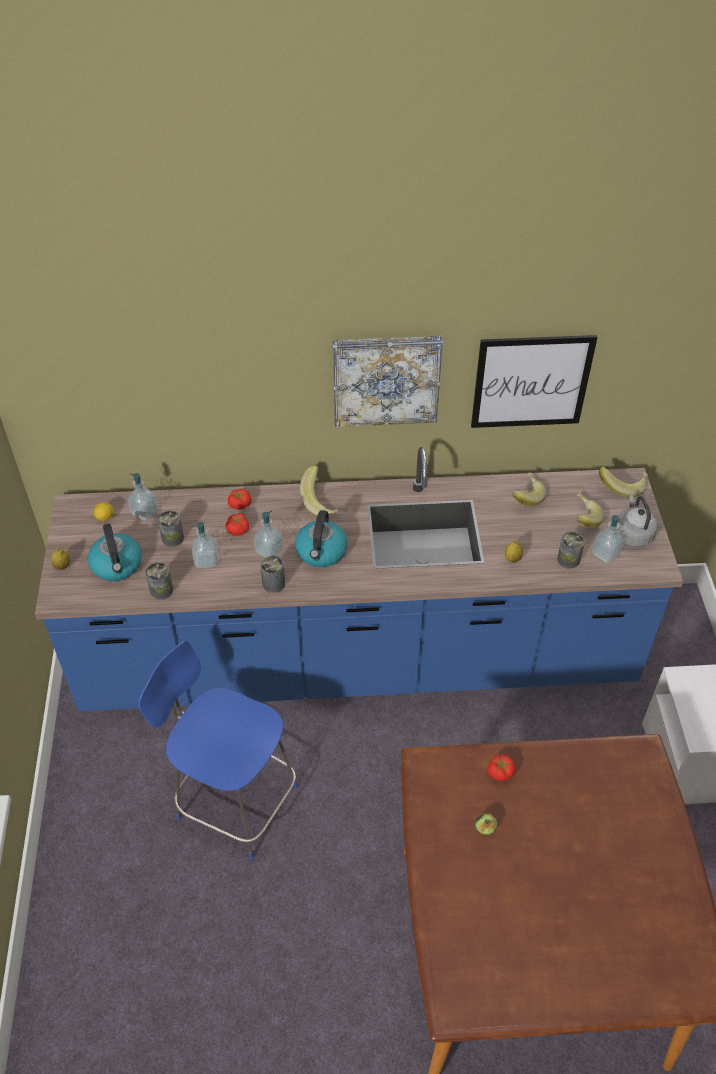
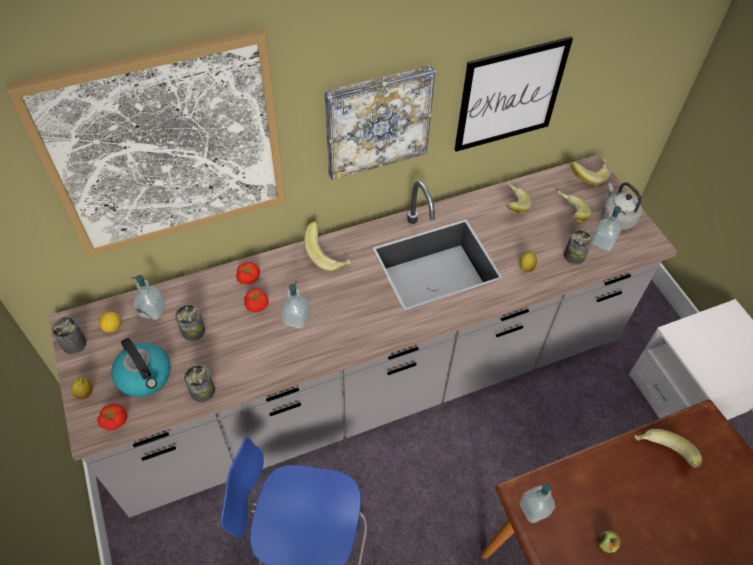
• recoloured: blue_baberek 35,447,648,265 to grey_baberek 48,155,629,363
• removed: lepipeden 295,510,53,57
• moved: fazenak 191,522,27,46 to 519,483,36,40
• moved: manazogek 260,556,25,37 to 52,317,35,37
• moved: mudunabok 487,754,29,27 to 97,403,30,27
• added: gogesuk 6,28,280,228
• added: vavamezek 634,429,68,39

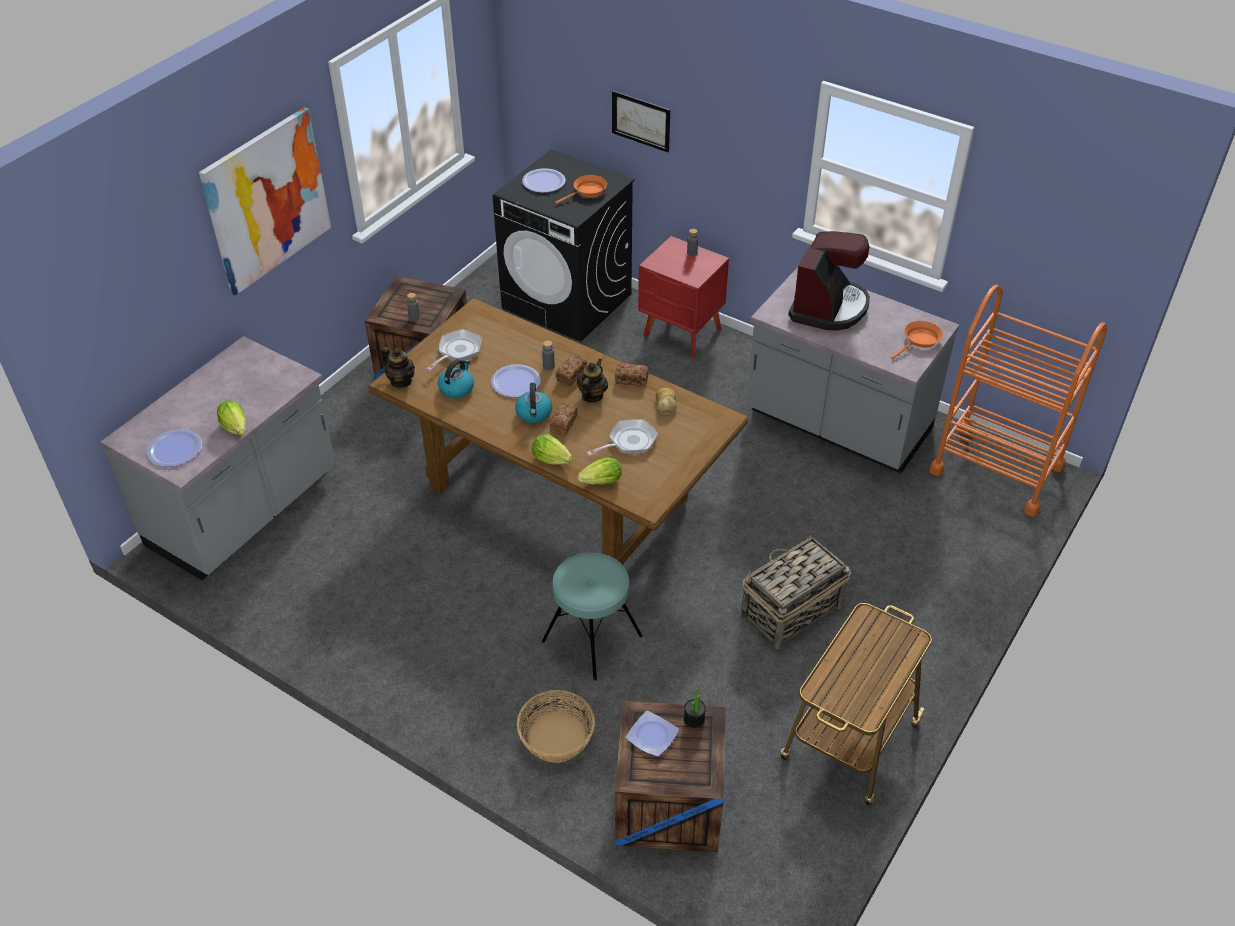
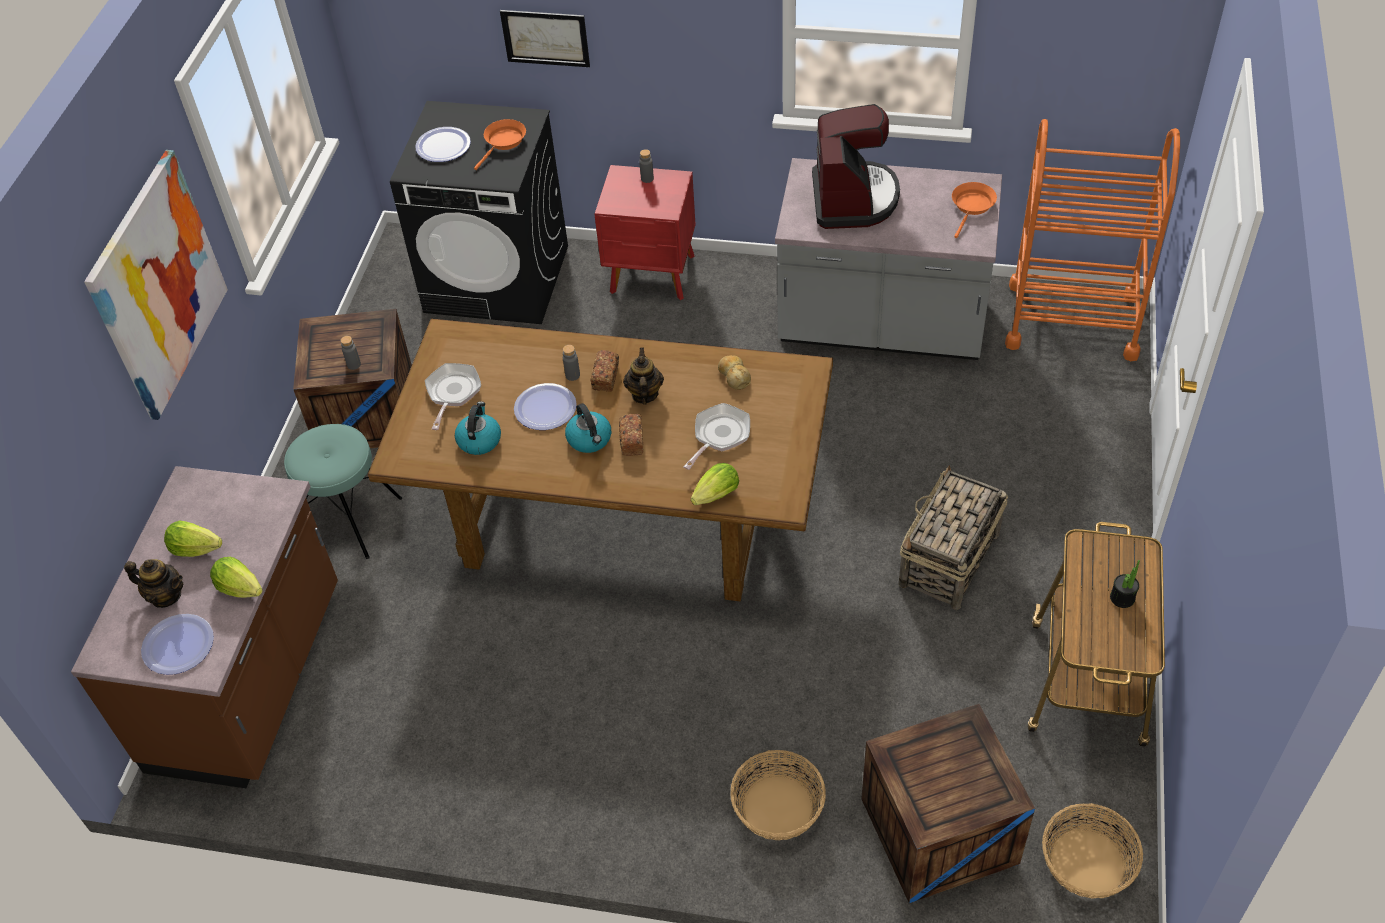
• recoloured: grey_baberek 100,336,236,244 to brown_baberek 71,466,267,322
• moved: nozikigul 381,347,34,41 to 124,559,59,49
• removed: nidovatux 615,363,34,24
• moved: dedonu 532,434,41,31 to 164,520,58,37
• moved: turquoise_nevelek 541,553,102,128 to 284,424,118,135
• moved: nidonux 684,688,22,40 to 1110,560,30,48
• removed: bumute 626,711,53,46
• added: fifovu 1042,803,101,96

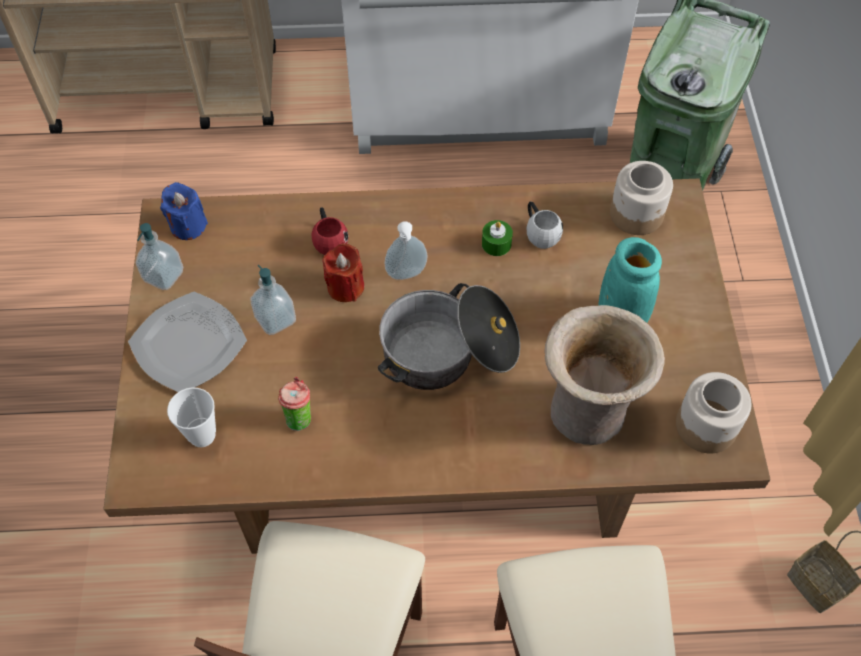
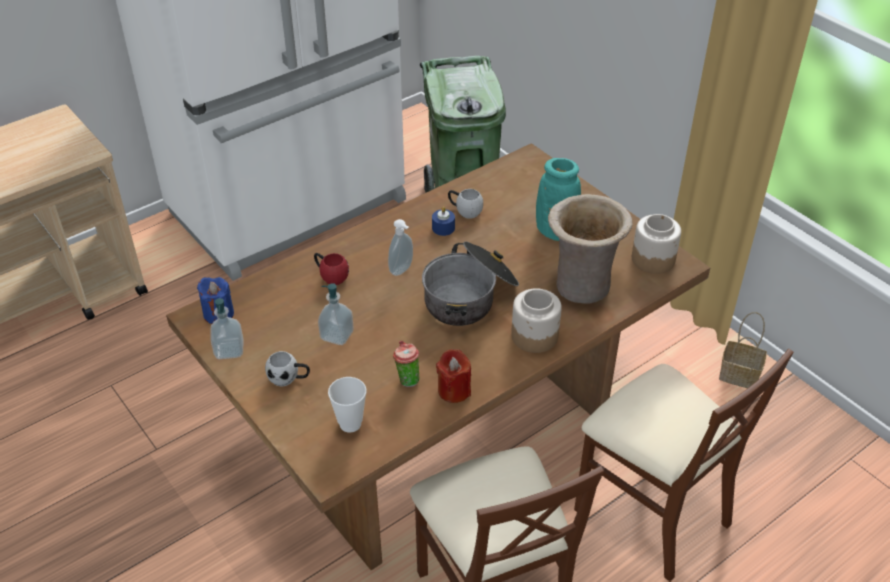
• moved: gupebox 610,161,63,74 to 511,288,51,65
• recoloured: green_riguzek 482,220,31,36 to blue_riguzek 432,207,23,29
• moved: red_riguzek 323,243,41,59 to 436,349,35,54
• replaced: bumute 128,292,119,100 to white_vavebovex 265,351,45,35

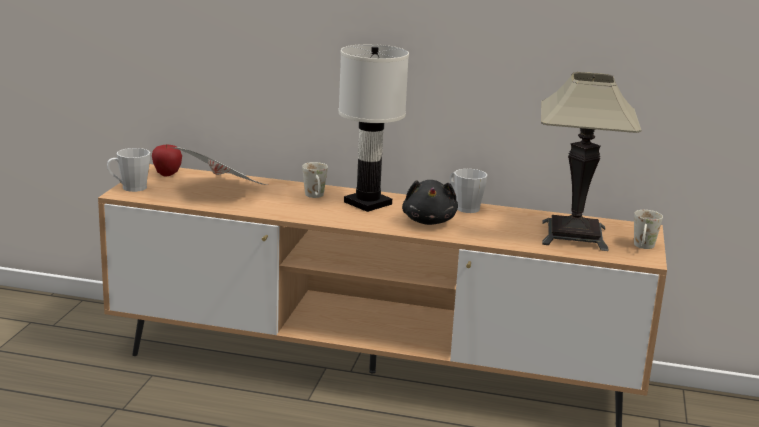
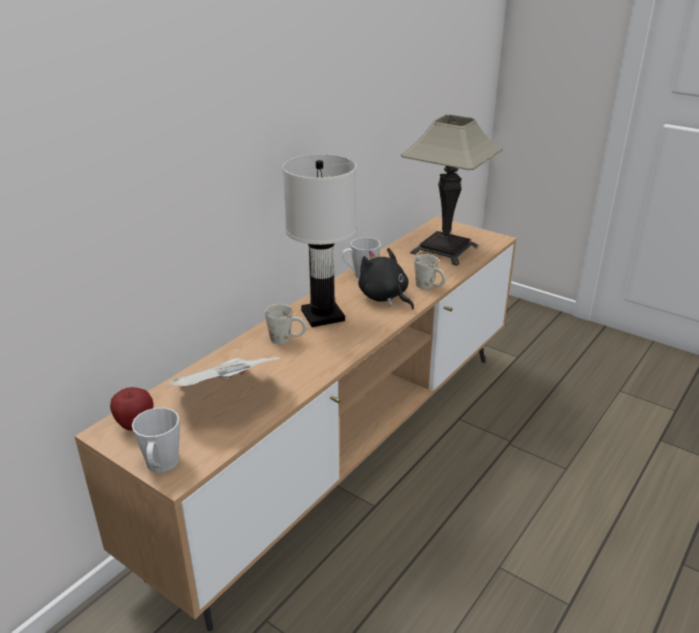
• turned: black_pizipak 402,180,56,45 = 358,248,56,61 150 degrees counterclockwise
• moved: white_vavebovex 634,210,29,39 to 414,254,31,35

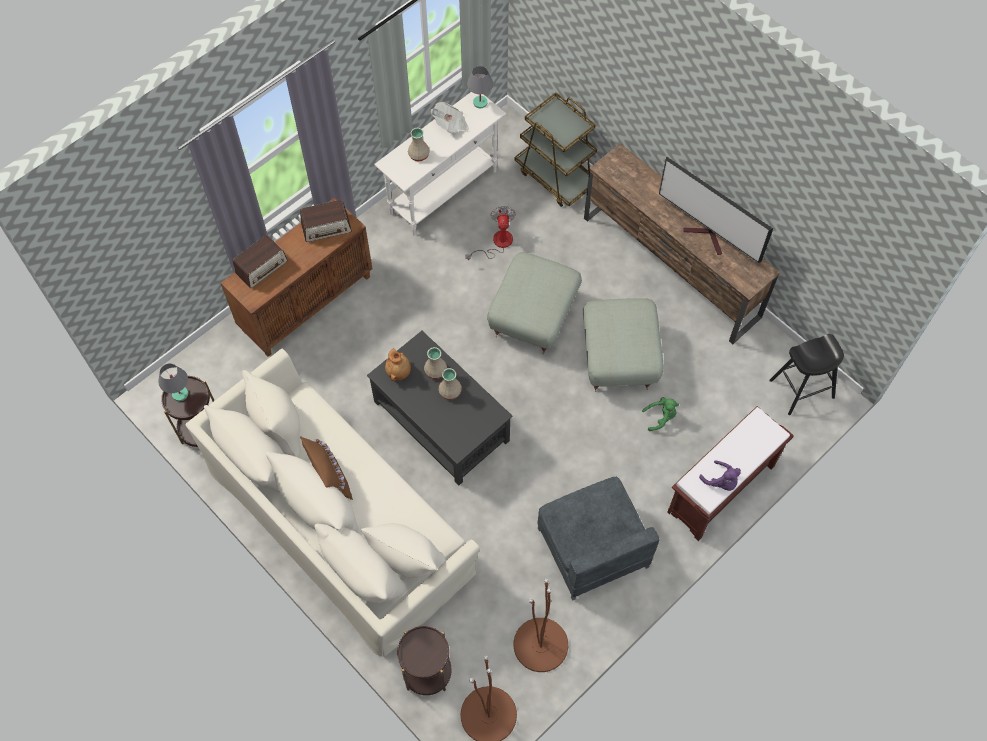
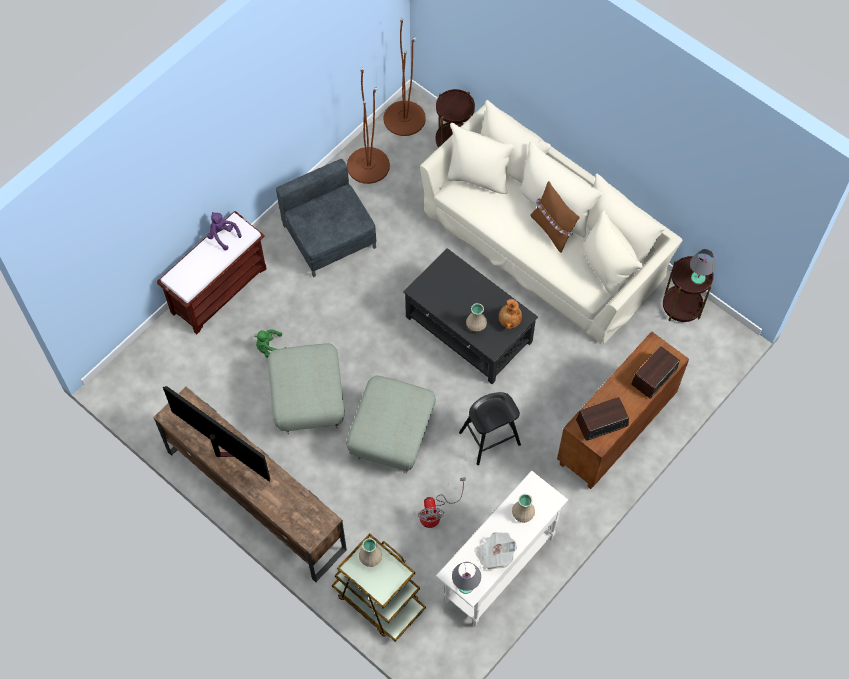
• moved: black_nevelek 769,334,75,81 to 459,392,62,73
• moved: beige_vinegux 439,368,23,32 to 359,538,23,29

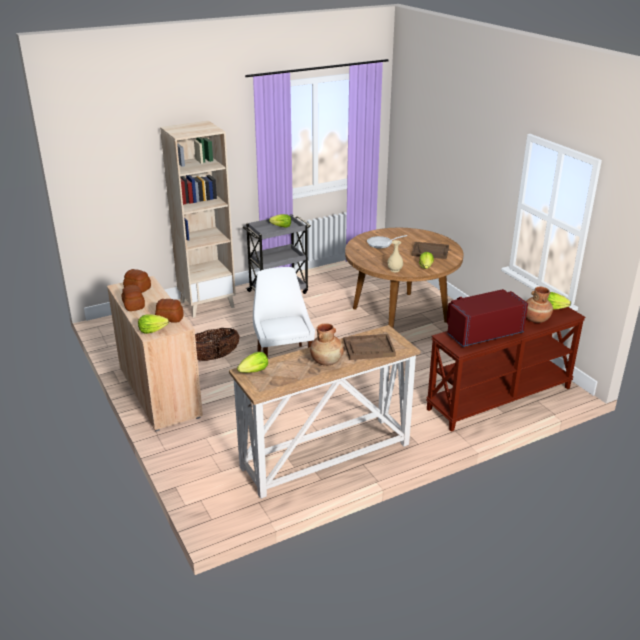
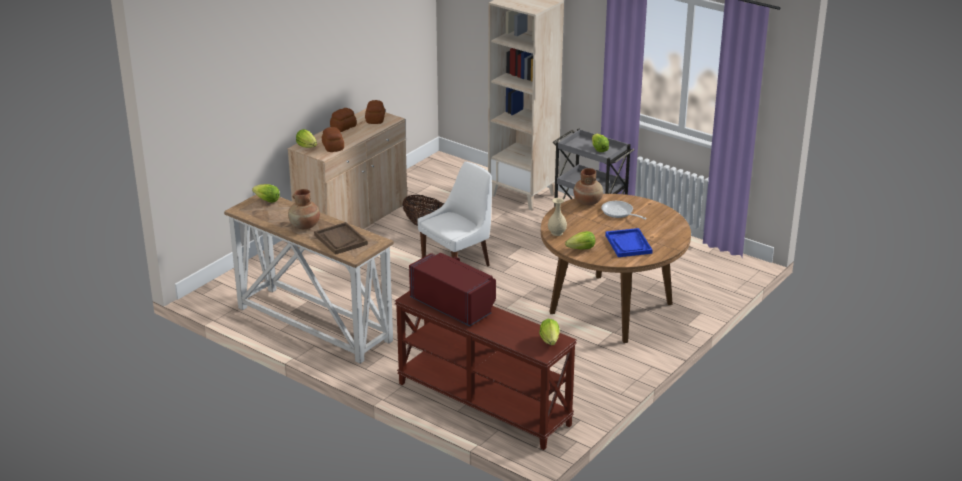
• recoloured: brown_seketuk 411,242,38,17 to blue_seketuk 605,228,47,29
• moved: brown_vinegux 526,286,27,37 to 573,168,30,37

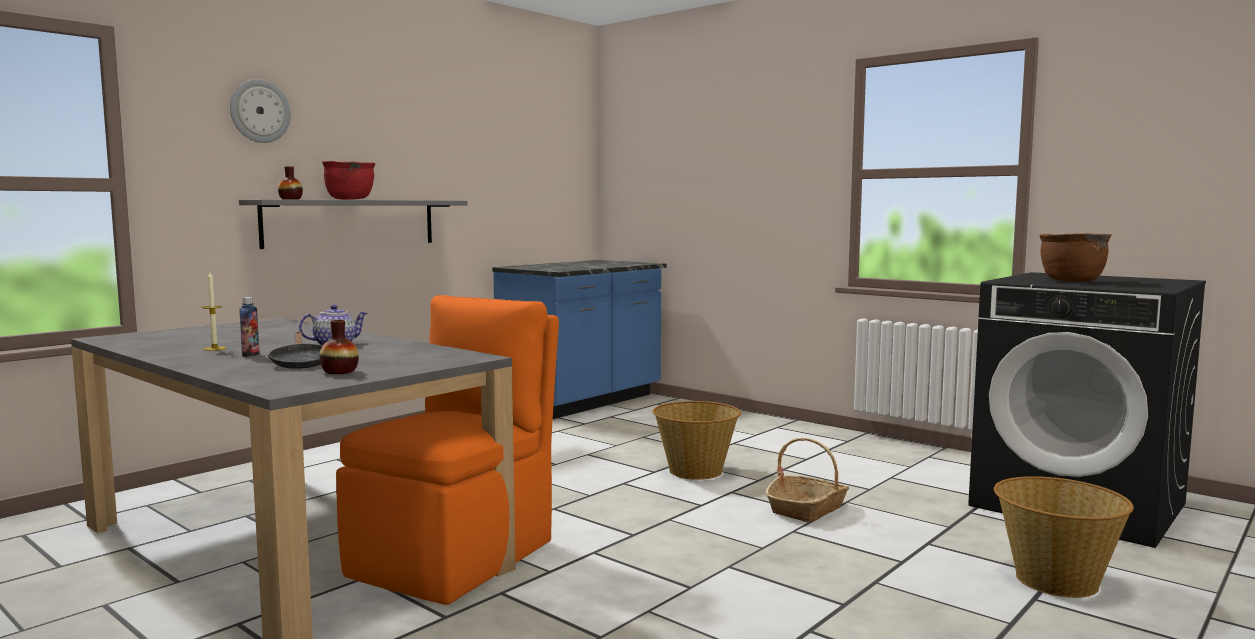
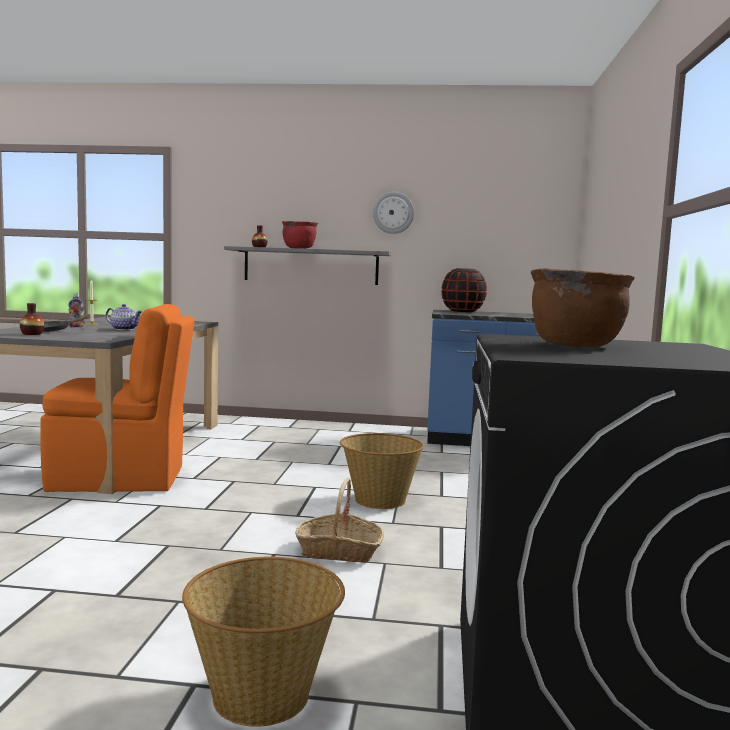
• moved: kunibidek 230,79,61,64 to 373,192,41,42
• added: black_vinegux 441,268,46,44

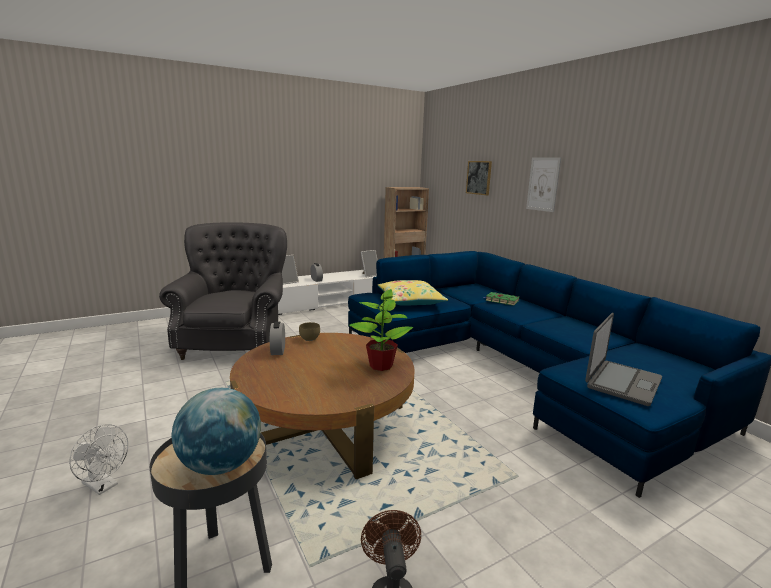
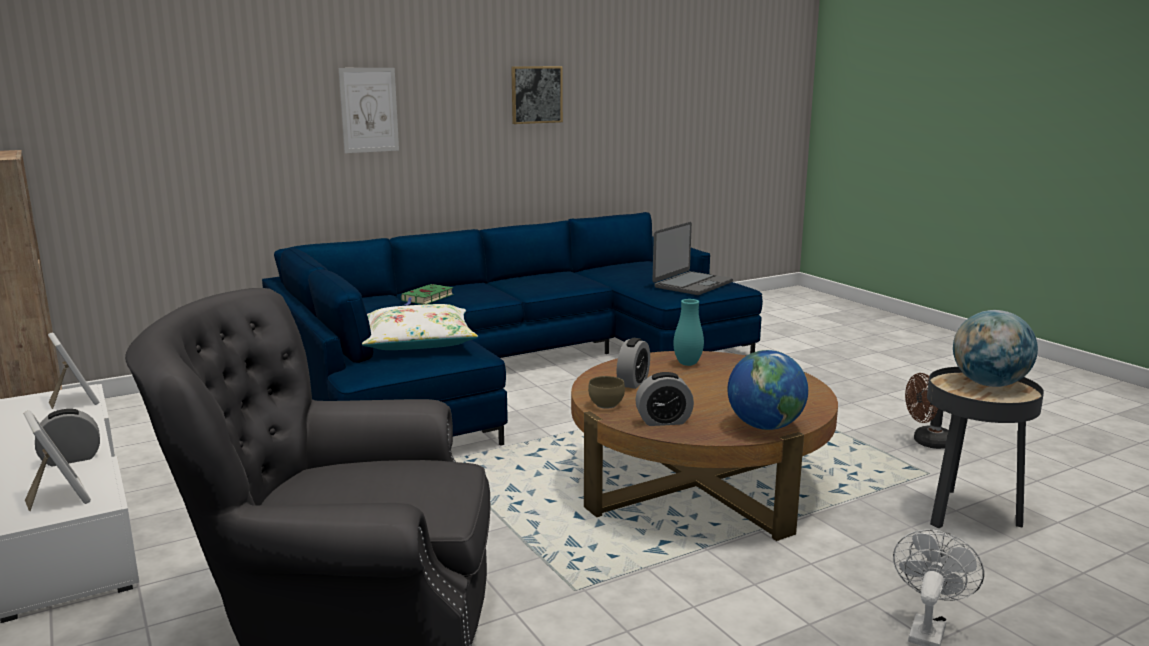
• moved: gogesuk 466,161,26,34 to 511,66,52,58
• recoloured: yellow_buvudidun 378,280,70,26 to white_buvudidun 362,304,116,46
• replaced: nidonux 349,288,64,83 to turquoise_vinegux 673,299,31,67
• turned: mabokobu 585,313,77,93 = 653,222,80,73 90 degrees clockwise
• added: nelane 617,338,33,51
• added: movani 728,350,80,80

